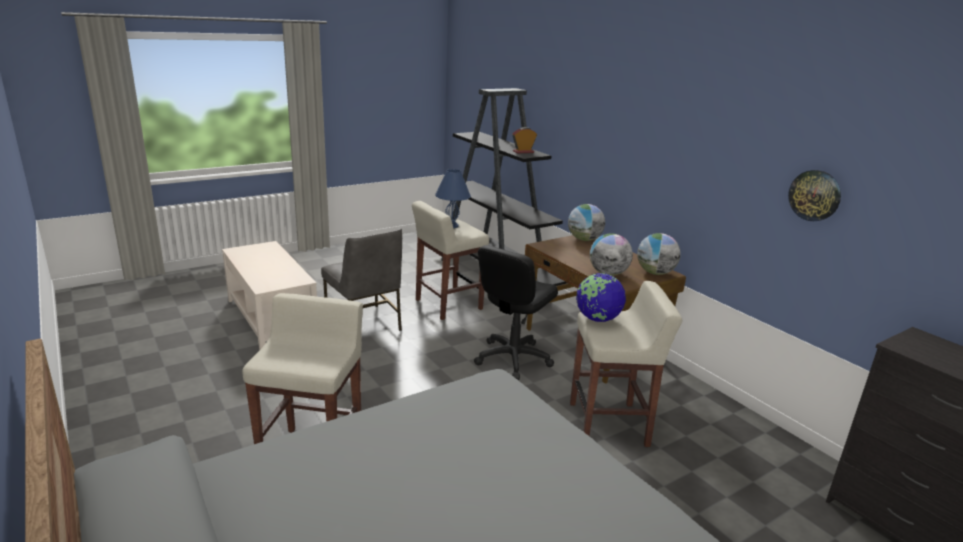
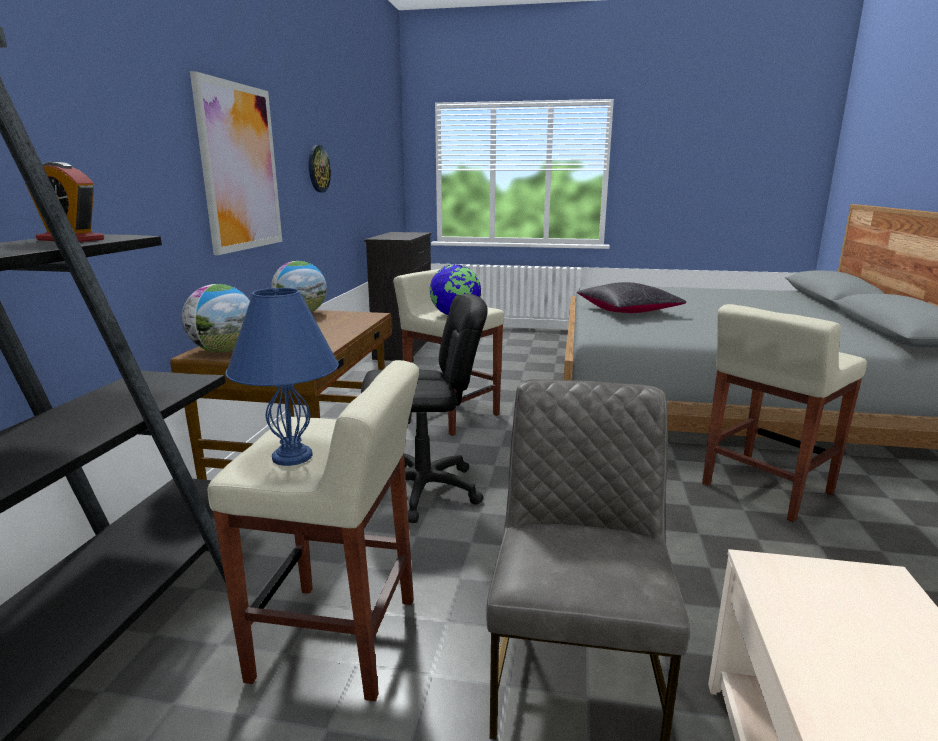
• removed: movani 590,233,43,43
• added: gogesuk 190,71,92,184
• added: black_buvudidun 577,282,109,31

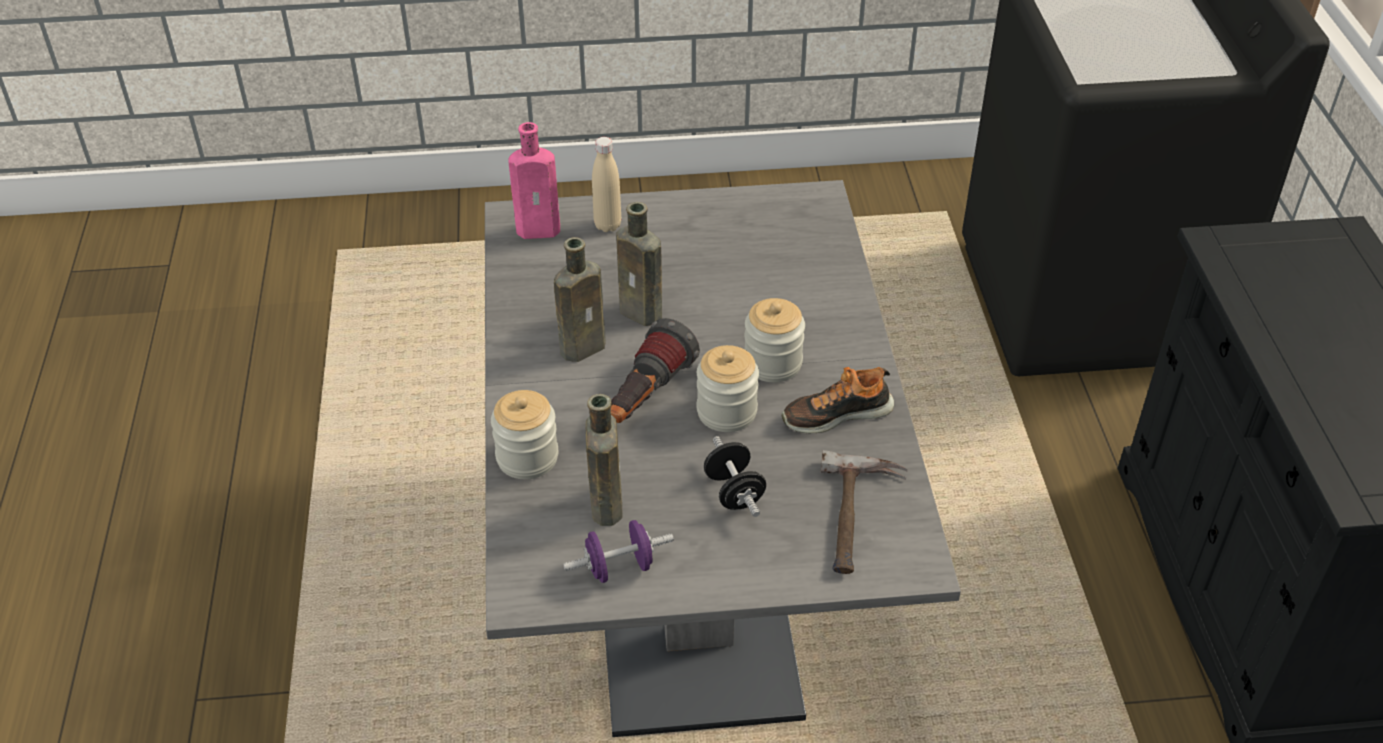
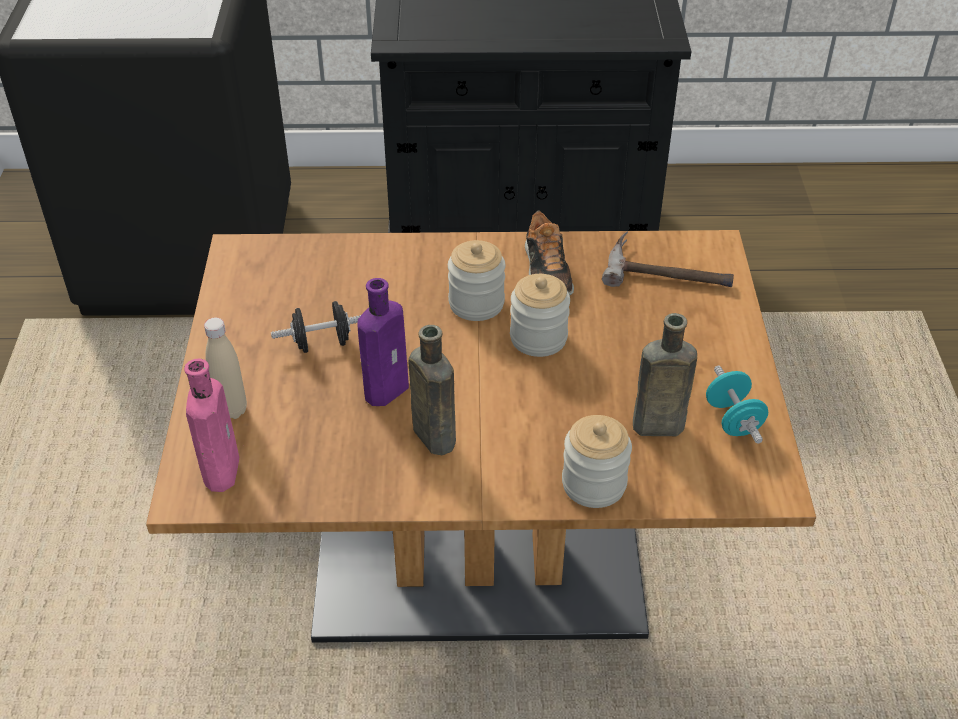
• recoloured: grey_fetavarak 485,180,476,557 to brown_fetavarak 146,230,670,413
• recoloured: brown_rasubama 616,202,46,124 to purple_rasubama 358,278,51,128
• removed: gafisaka 611,318,89,105
• moved: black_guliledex 704,436,62,81 to 271,301,90,52
• recoloured: purple_guliledex 563,520,111,63 to turquoise_guliledex 706,366,62,77

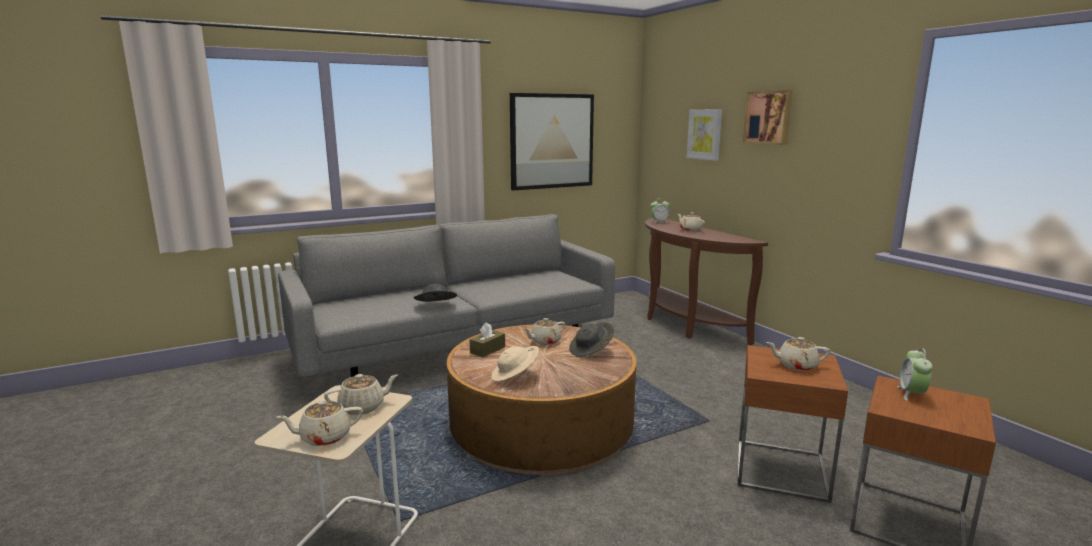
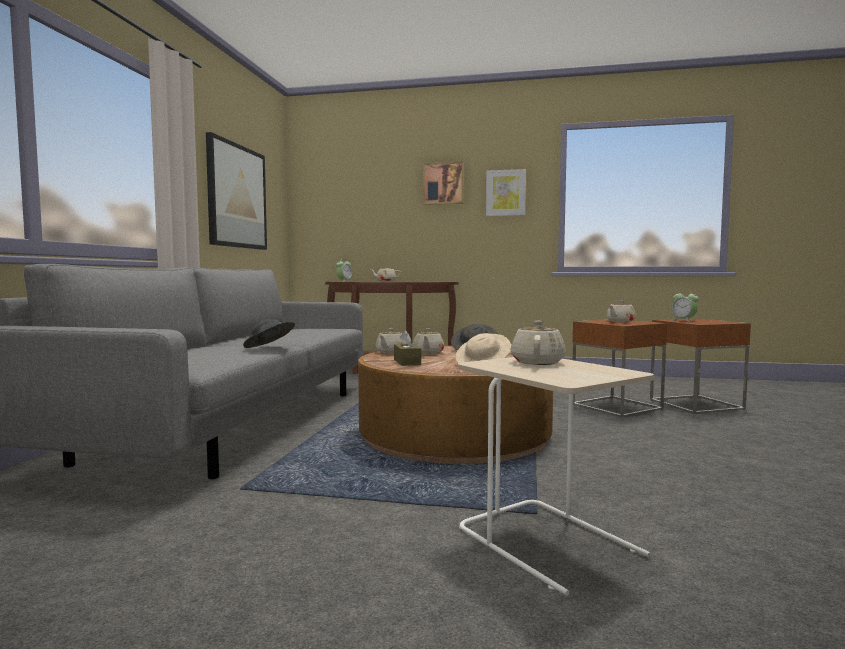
• moved: gogesuk 687,109,35,52 to 486,169,40,47
• moved: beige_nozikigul 277,400,86,46 to 376,328,31,26

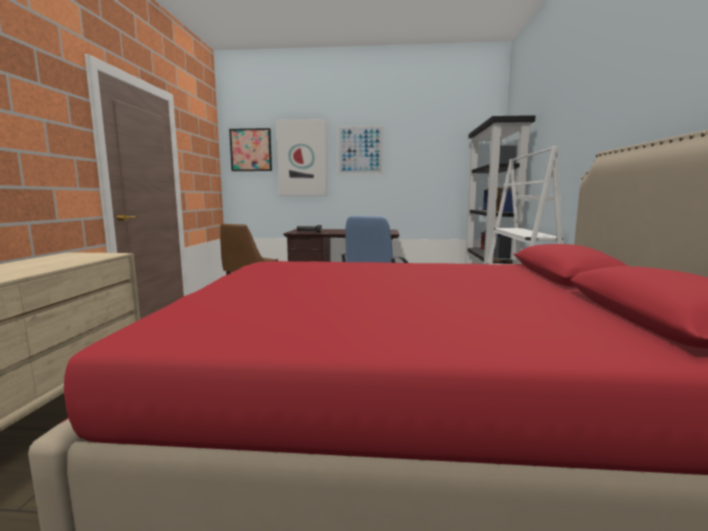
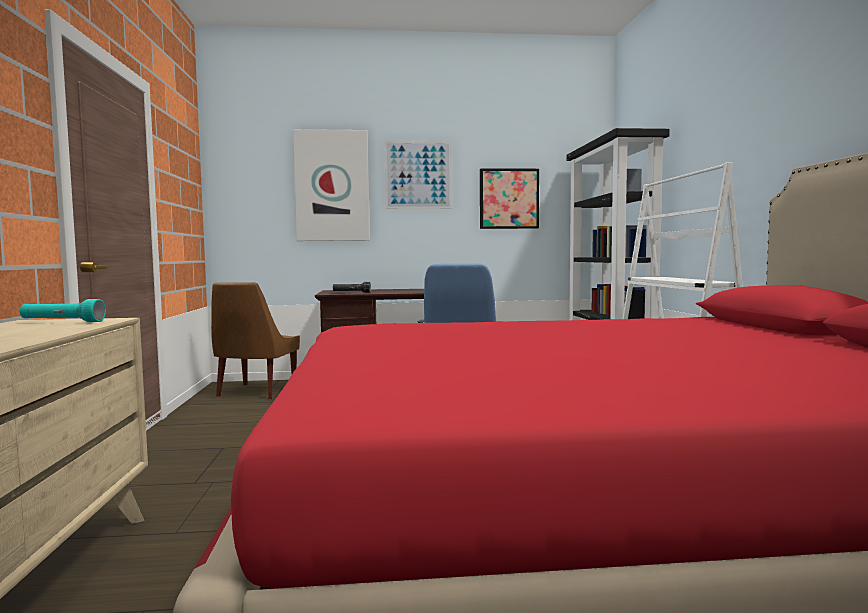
• moved: gogesuk 229,128,43,43 to 480,168,59,61
• added: turquoise_gafisaka 20,299,86,23

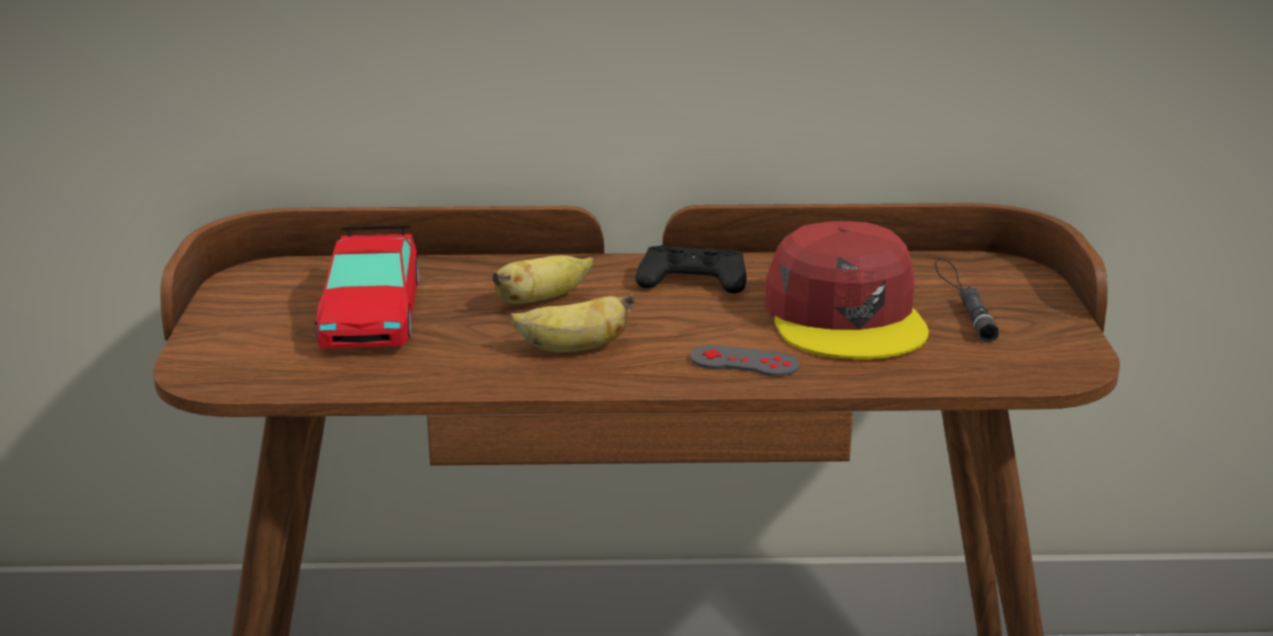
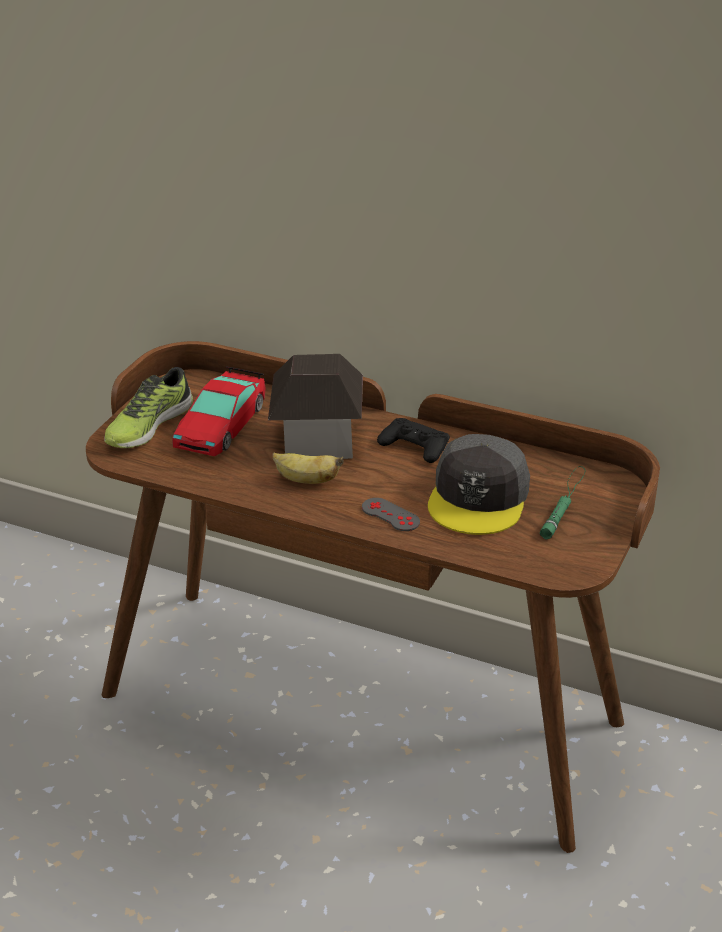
• recoloured: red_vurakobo 765,221,164,138 to grey_vurakobo 428,434,102,101
• replaced: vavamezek 492,255,102,49 to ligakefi 268,354,95,105
• recoloured: black_gafisaka 935,259,64,84 to green_gafisaka 540,466,45,74
• added: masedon 104,367,89,81

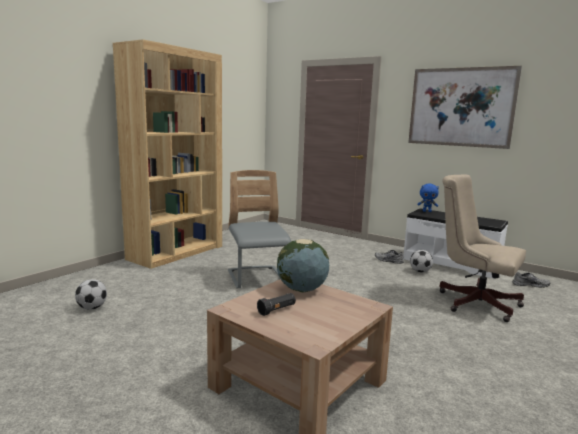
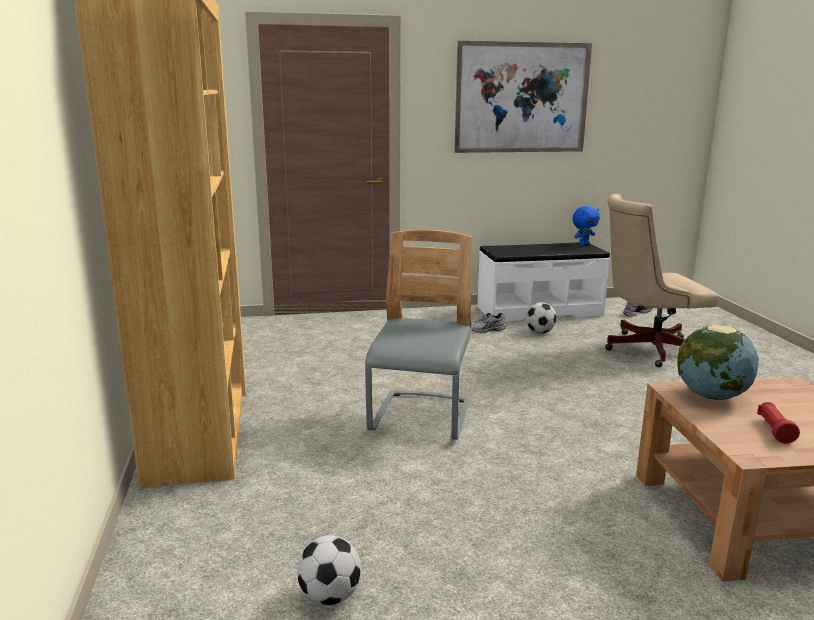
• turned: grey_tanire 228,170,63,118 = 365,230,107,210 75 degrees clockwise
• moved: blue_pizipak 417,184,22,28 to 572,206,28,40
• recoloured: black_gafisaka 257,293,39,23 to red_gafisaka 757,402,43,42

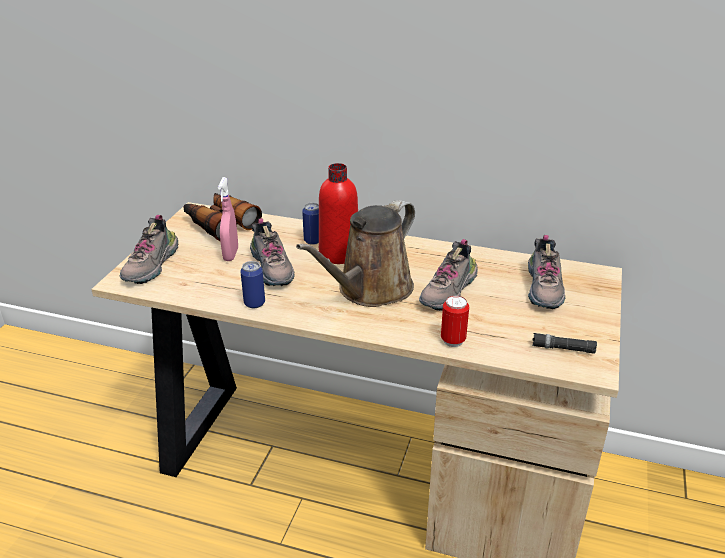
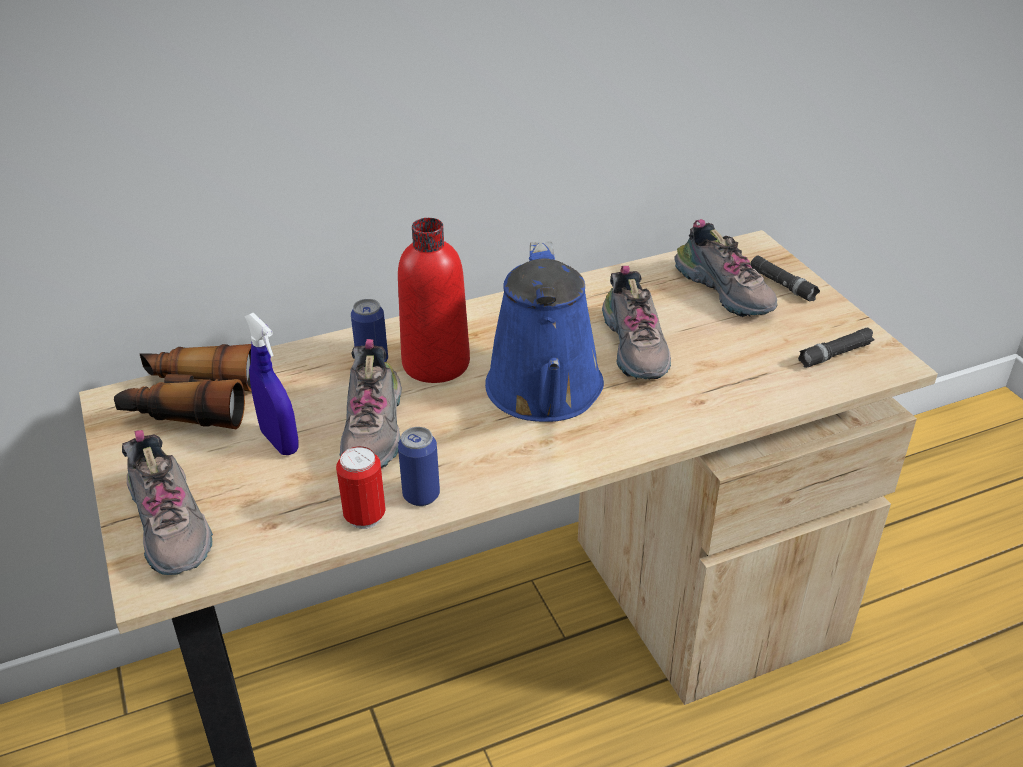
• recoloured: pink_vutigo 218,177,20,84 to blue_vutigo 244,312,54,143
• recoloured: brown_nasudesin 296,200,119,107 to blue_nasudesin 485,241,119,181
• turned: masedon 250,218,45,69 = 339,339,63,129 60 degrees clockwise
• moved: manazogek 441,296,28,51 to 336,446,50,83
• added: black_gafisaka 750,256,70,46

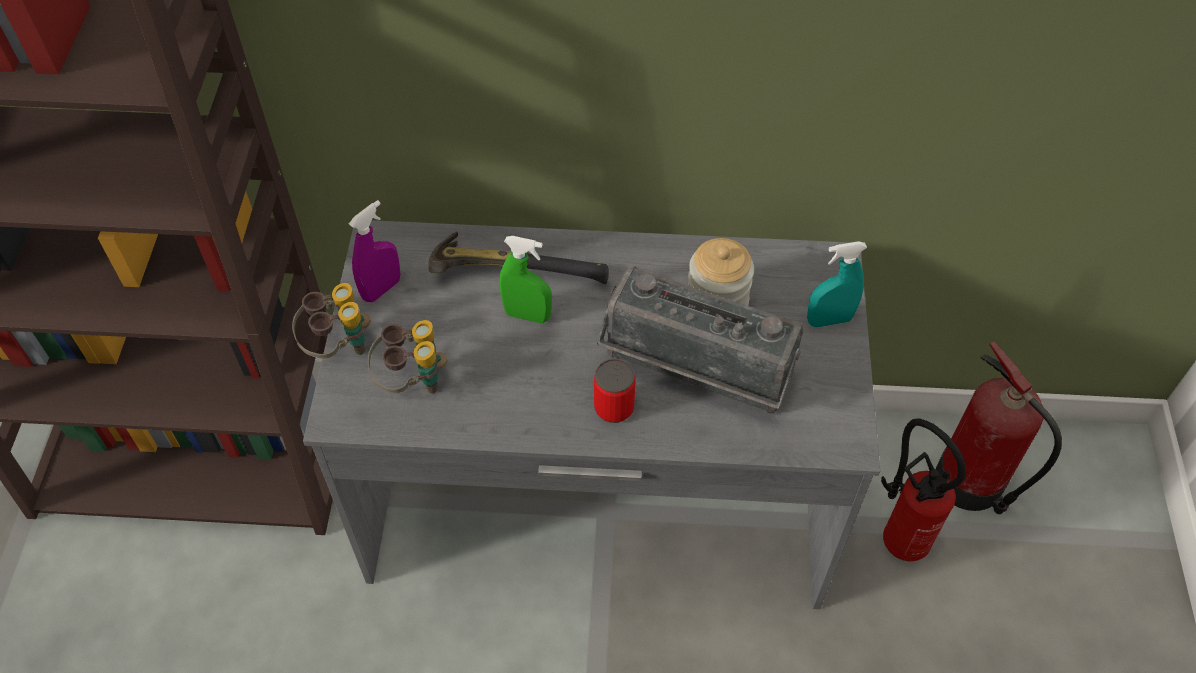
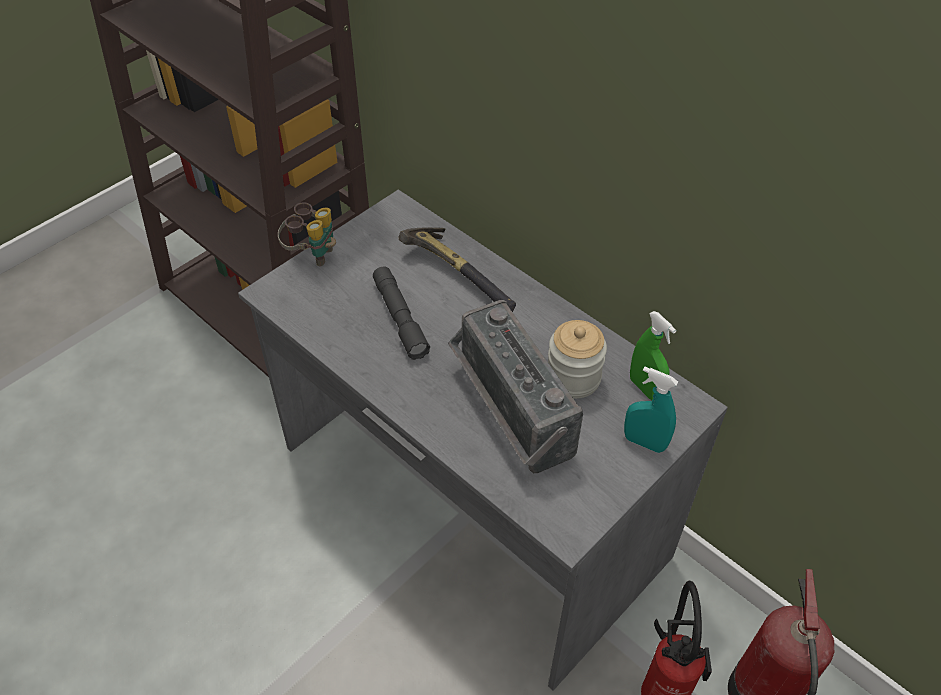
• removed: purple_vutigo 349,200,51,102
• moved: green_vutigo 499,236,53,87 to 630,311,46,89
• removed: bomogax 368,320,79,74
• removed: manazogek 594,359,42,64
• added: grey_gafisaka 373,266,57,94

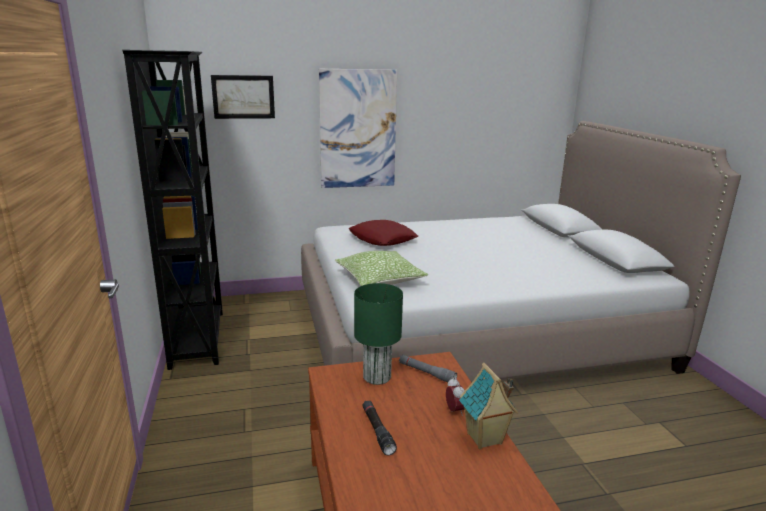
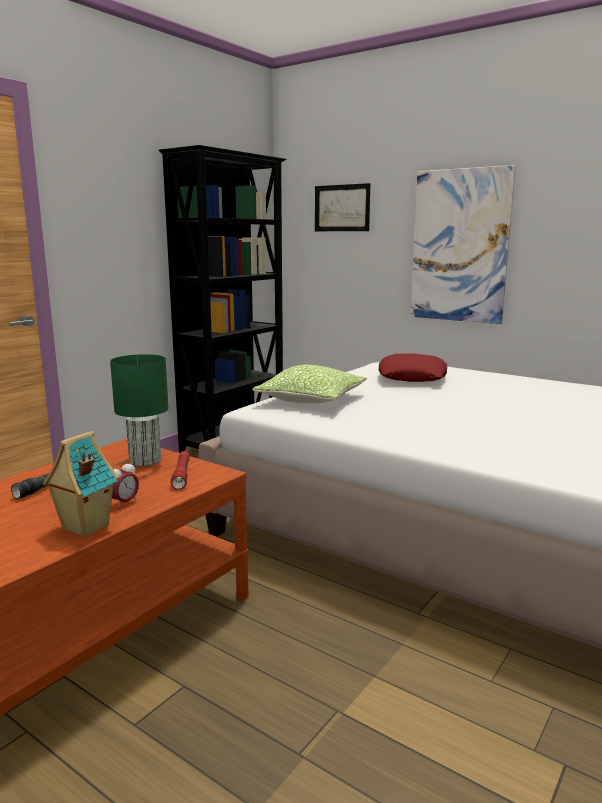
• recoloured: grey_gafisaka 399,355,58,28 to red_gafisaka 171,451,19,39

